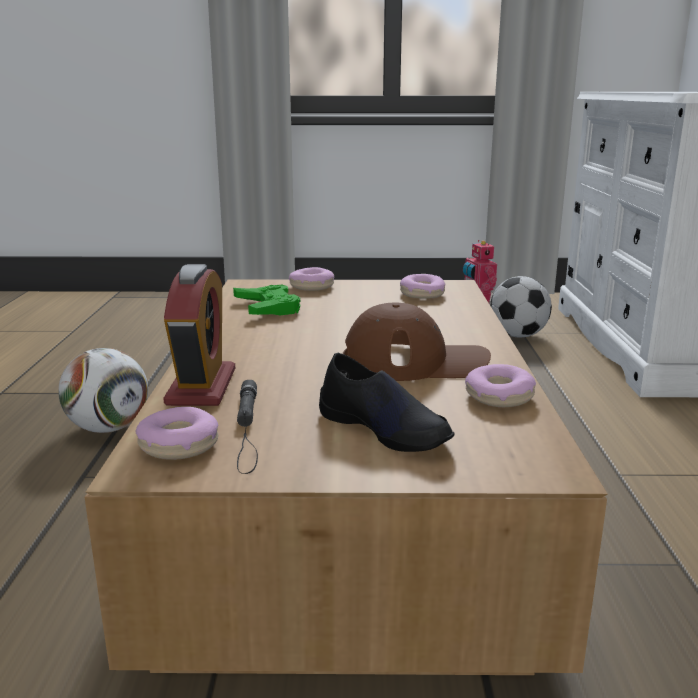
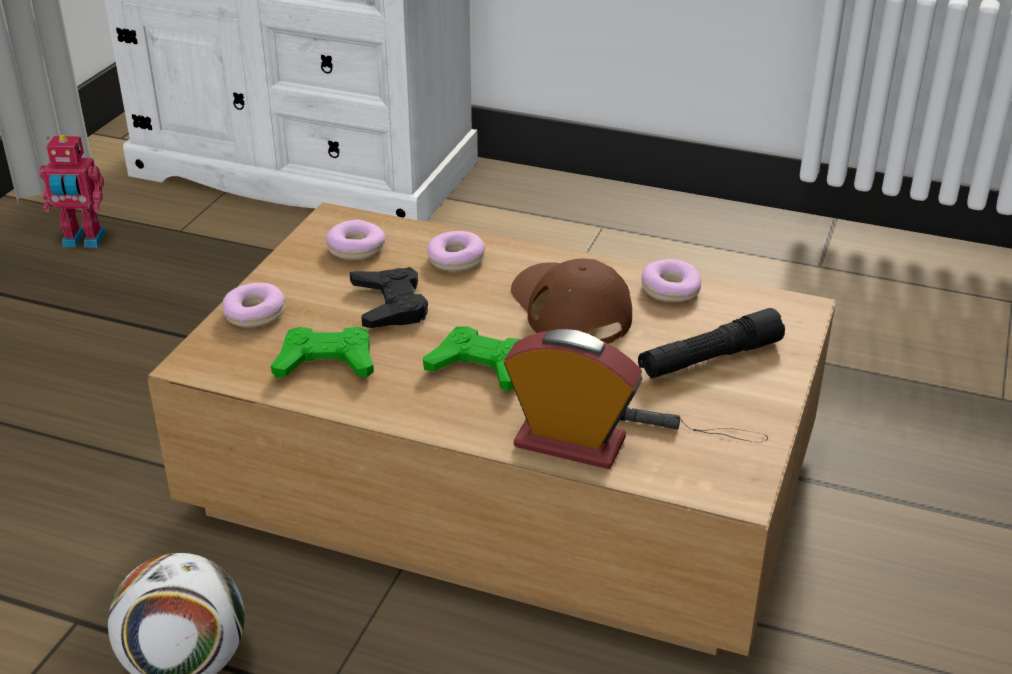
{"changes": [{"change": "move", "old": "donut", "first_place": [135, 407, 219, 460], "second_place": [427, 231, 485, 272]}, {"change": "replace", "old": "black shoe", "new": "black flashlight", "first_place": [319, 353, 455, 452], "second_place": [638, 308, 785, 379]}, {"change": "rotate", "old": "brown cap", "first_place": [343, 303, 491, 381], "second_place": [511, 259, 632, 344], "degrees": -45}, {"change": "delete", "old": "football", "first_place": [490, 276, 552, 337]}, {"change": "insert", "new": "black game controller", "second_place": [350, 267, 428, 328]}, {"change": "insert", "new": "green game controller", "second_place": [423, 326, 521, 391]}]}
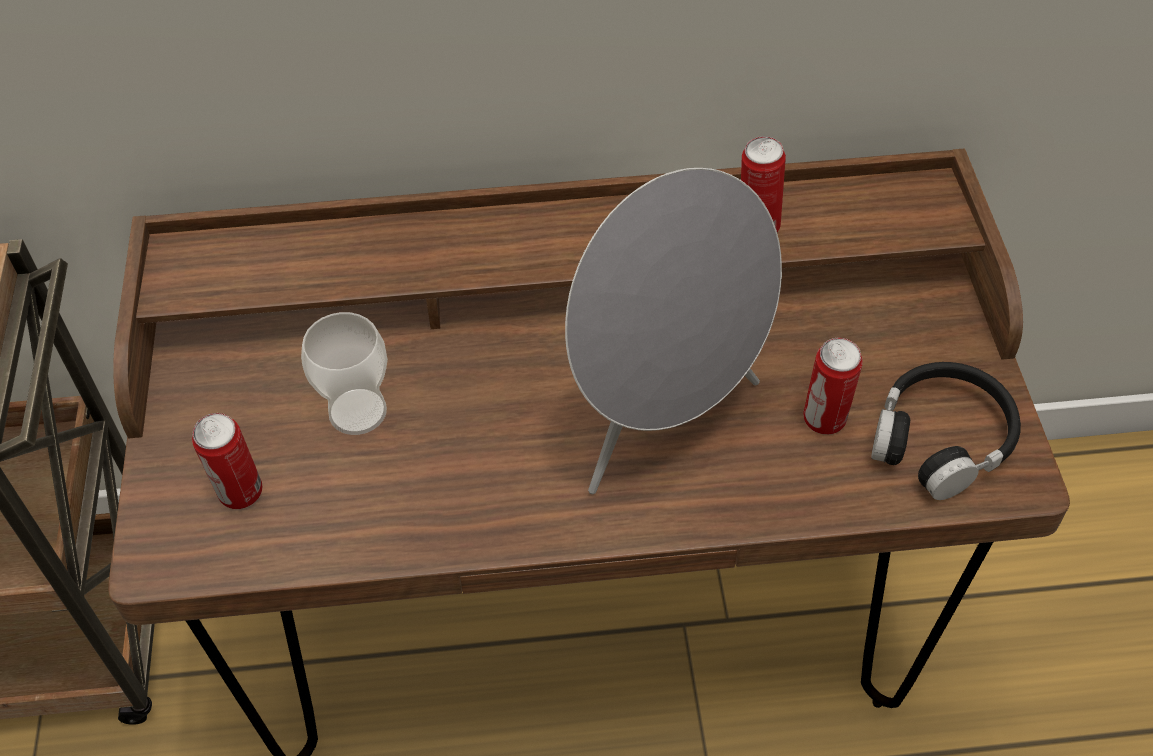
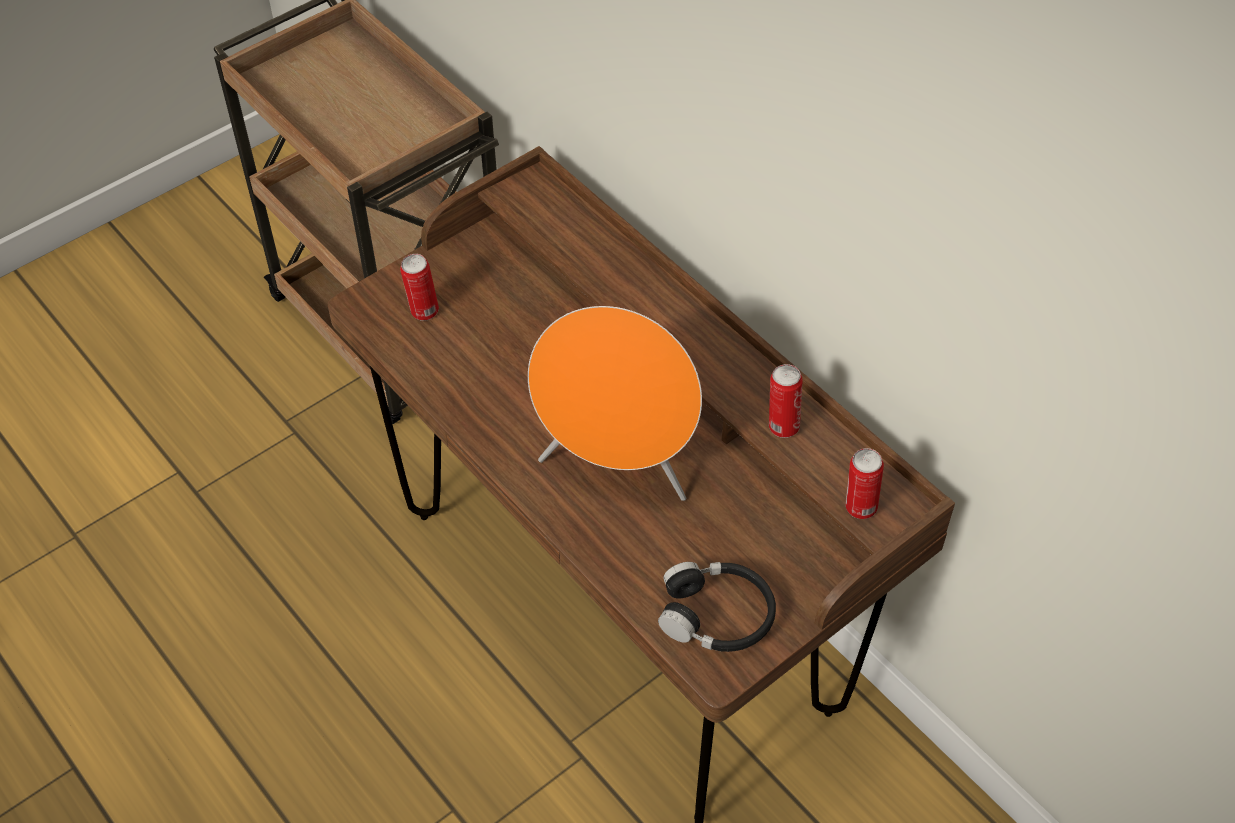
{"changes": [{"change": "delete", "old": "cup", "first_place": [301, 312, 388, 435]}, {"change": "recolor", "old": "grey speaker", "new": "orange speaker", "first_place": [565, 168, 782, 494], "second_place": [528, 306, 702, 501]}, {"change": "move", "old": "can", "first_place": [803, 338, 863, 435], "second_place": [846, 448, 884, 519]}]}
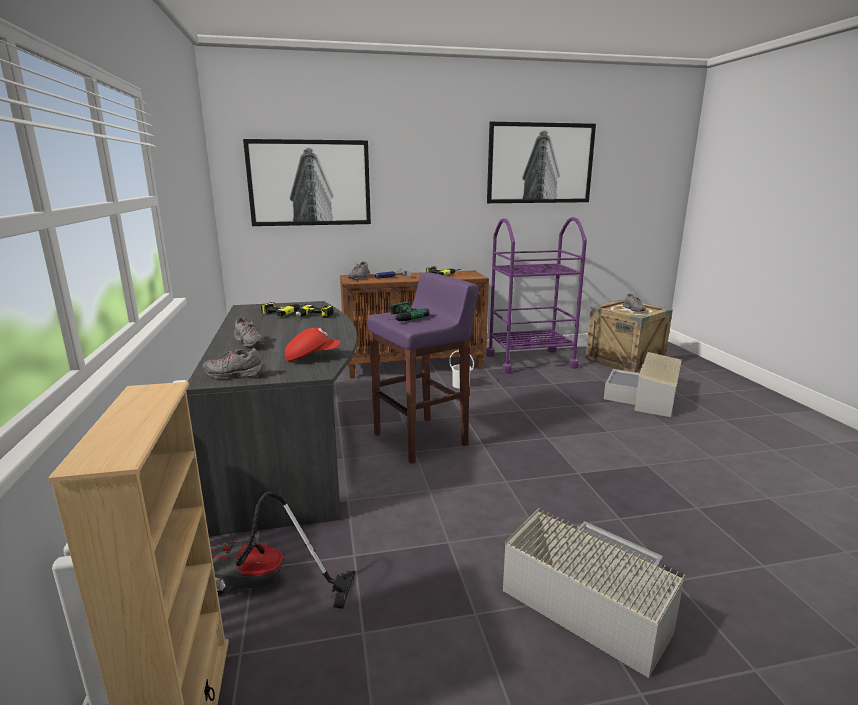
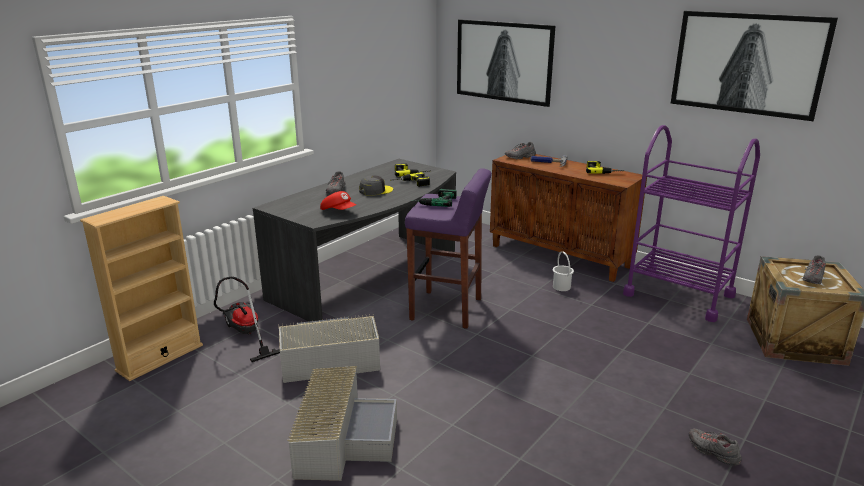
{"changes": [{"change": "move", "old": "grey shoe", "first_place": [203, 348, 266, 379], "second_place": [688, 429, 742, 466]}, {"change": "move", "old": "grey storage box", "first_place": [604, 352, 682, 417], "second_place": [279, 314, 380, 383]}, {"change": "insert", "new": "grey cap", "second_place": [359, 175, 393, 196]}]}
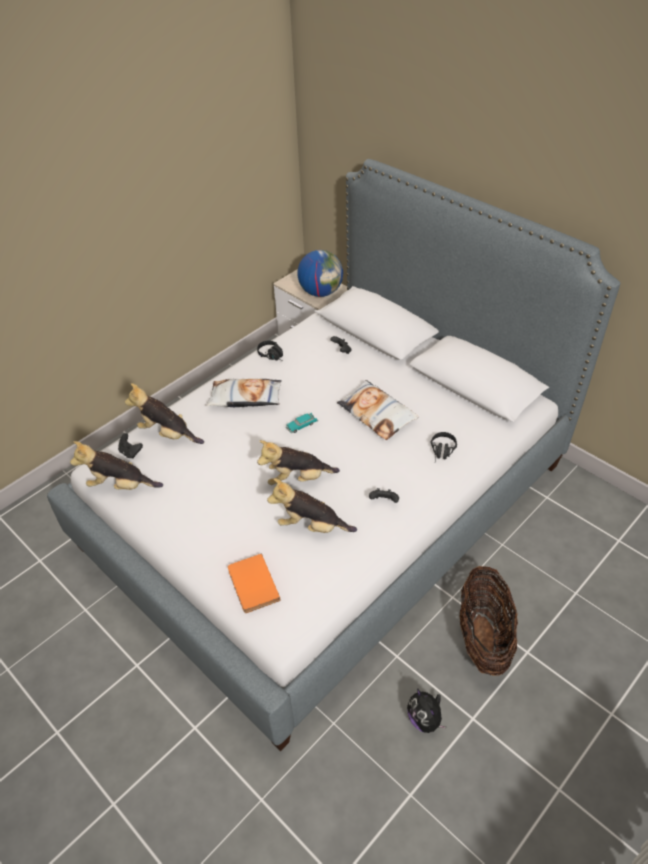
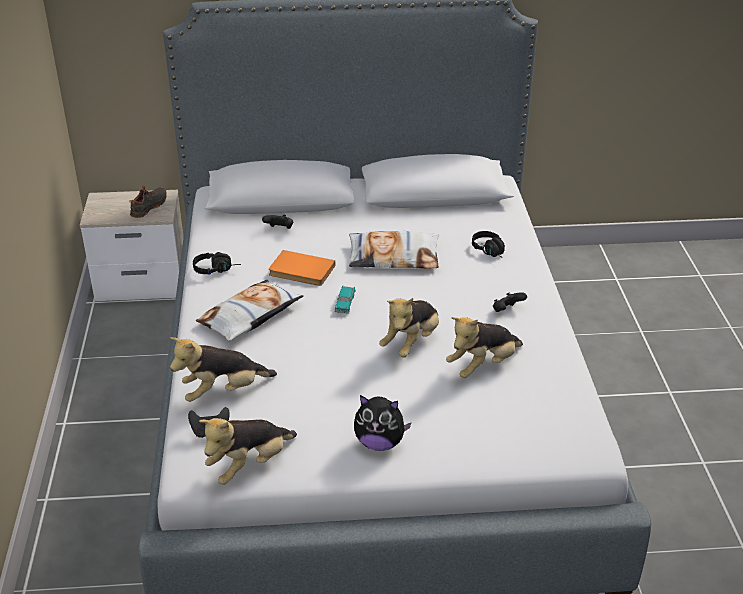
{"changes": [{"change": "move", "old": "orange book", "first_place": [228, 554, 281, 613], "second_place": [269, 250, 335, 286]}, {"change": "replace", "old": "globe", "new": "black shoe", "first_place": [297, 250, 343, 297], "second_place": [129, 185, 167, 218]}, {"change": "move", "old": "plush toy", "first_place": [407, 688, 447, 733], "second_place": [354, 395, 411, 451]}, {"change": "delete", "old": "basket", "first_place": [459, 566, 518, 676]}]}
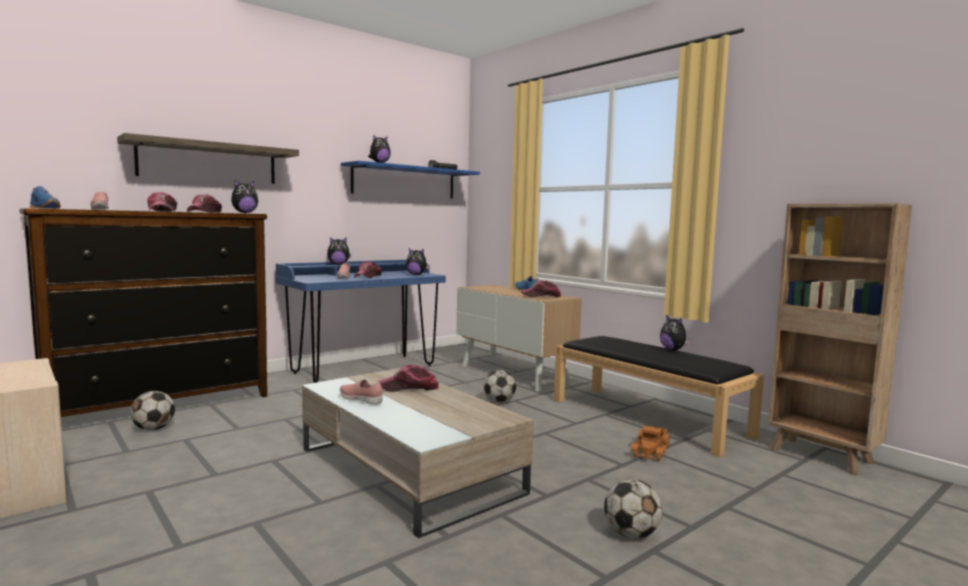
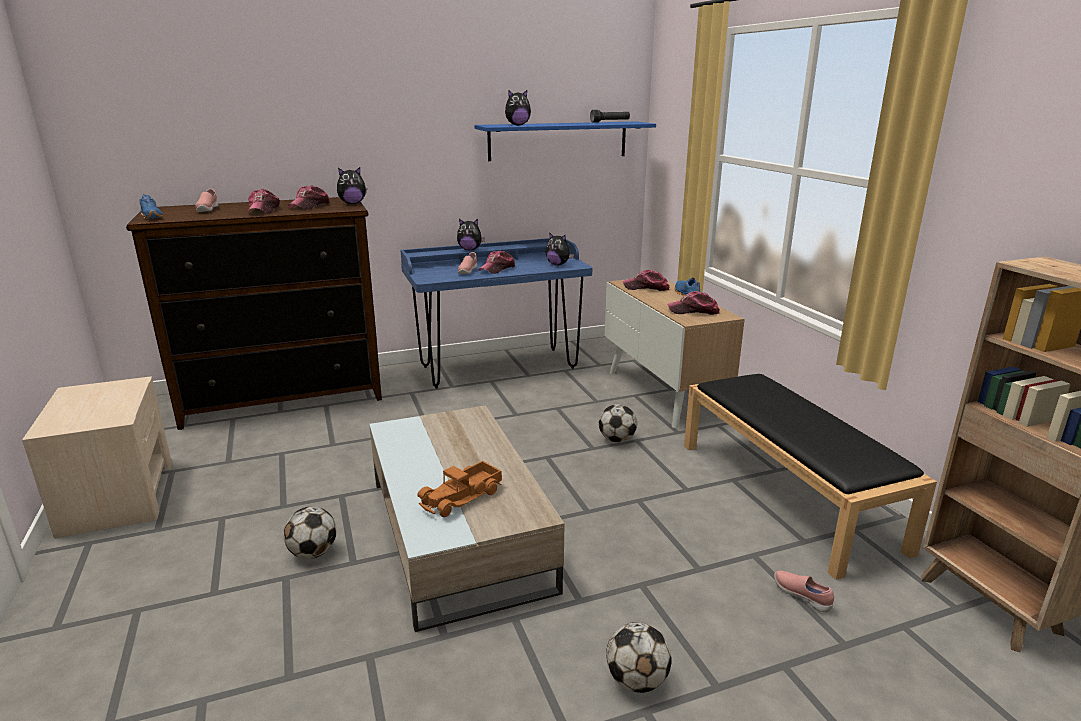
{"changes": [{"change": "delete", "old": "shelf", "first_place": [117, 133, 299, 184]}, {"change": "move", "old": "football", "first_place": [130, 391, 175, 430], "second_place": [283, 506, 337, 559]}, {"change": "move", "old": "pink shoe", "first_place": [340, 379, 383, 404], "second_place": [774, 571, 834, 613]}, {"change": "move", "old": "cap", "first_place": [379, 365, 439, 392], "second_place": [623, 270, 670, 291]}, {"change": "move", "old": "toy truck", "first_place": [631, 426, 670, 462], "second_place": [418, 461, 502, 517]}, {"change": "delete", "old": "plush toy", "first_place": [660, 315, 691, 351]}]}
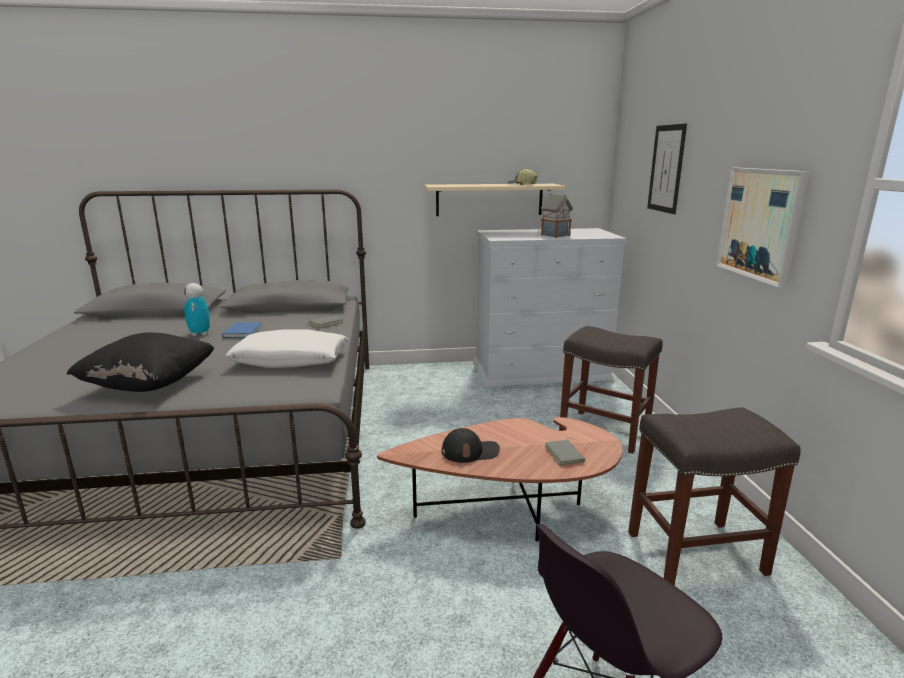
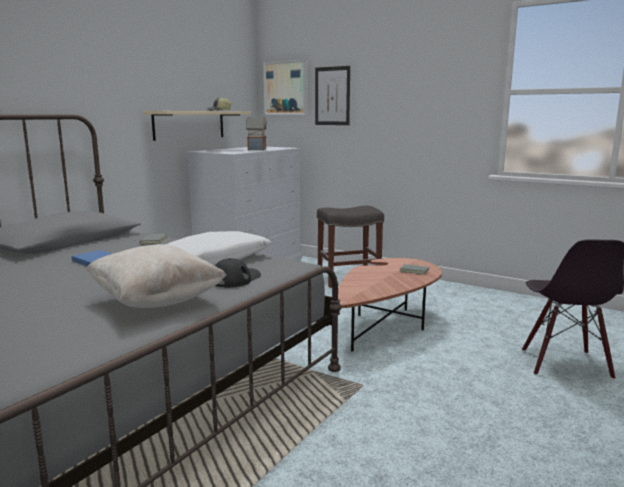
{"changes": [{"change": "recolor", "old": "black pillow", "new": "beige pillow", "first_place": [67, 332, 214, 392], "second_place": [86, 244, 227, 308]}, {"change": "delete", "old": "toy robot", "first_place": [184, 283, 210, 336]}, {"change": "move", "old": "black cap", "first_place": [442, 428, 500, 463], "second_place": [215, 258, 261, 288]}, {"change": "delete", "old": "grey stool", "first_place": [628, 407, 800, 586]}, {"change": "move", "old": "picture", "first_place": [716, 168, 809, 288], "second_place": [263, 60, 308, 115]}]}
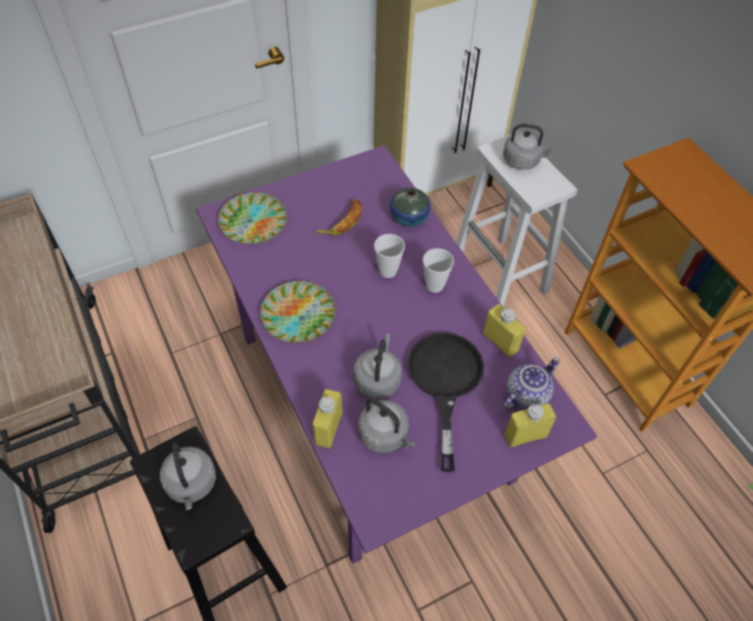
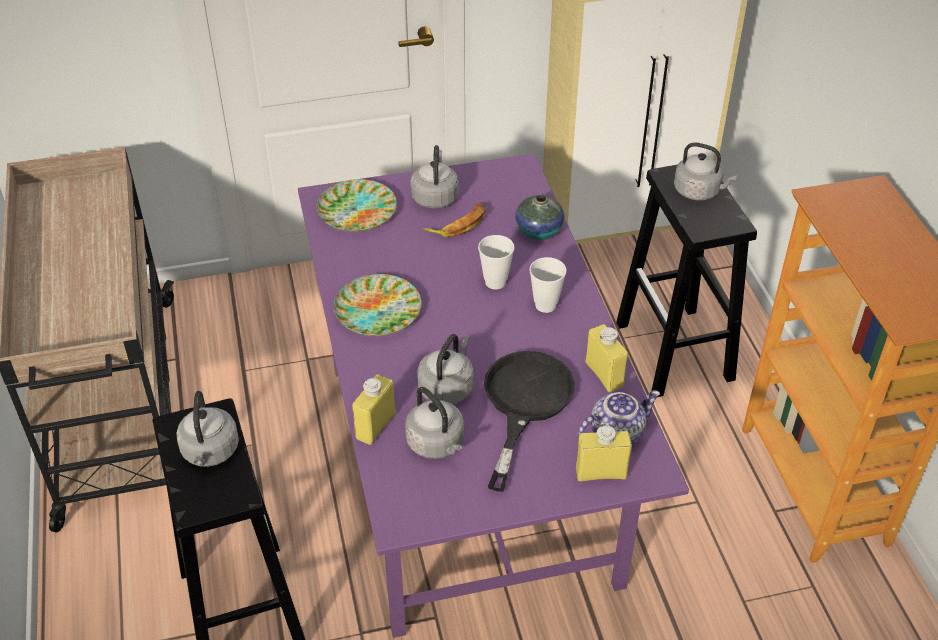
{"changes": [{"change": "recolor", "old": "white stool", "new": "black stool", "first_place": [456, 131, 577, 307], "second_place": [616, 165, 757, 397]}, {"change": "insert", "new": "grey kettle", "second_place": [411, 145, 459, 209]}]}
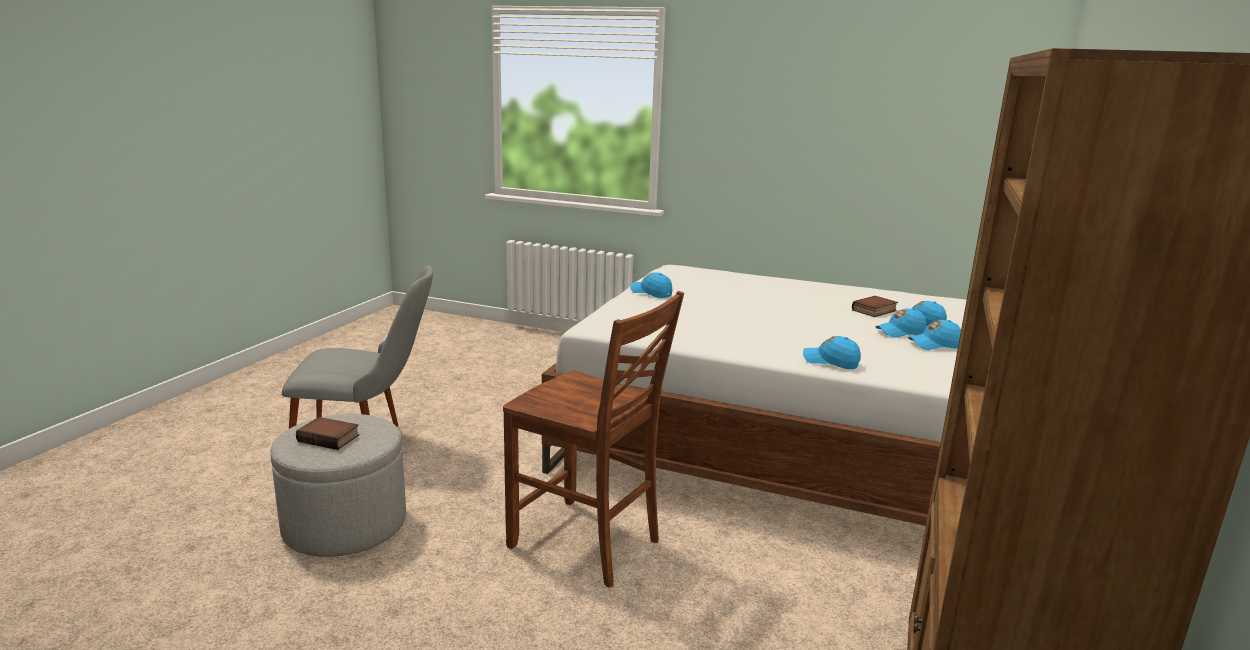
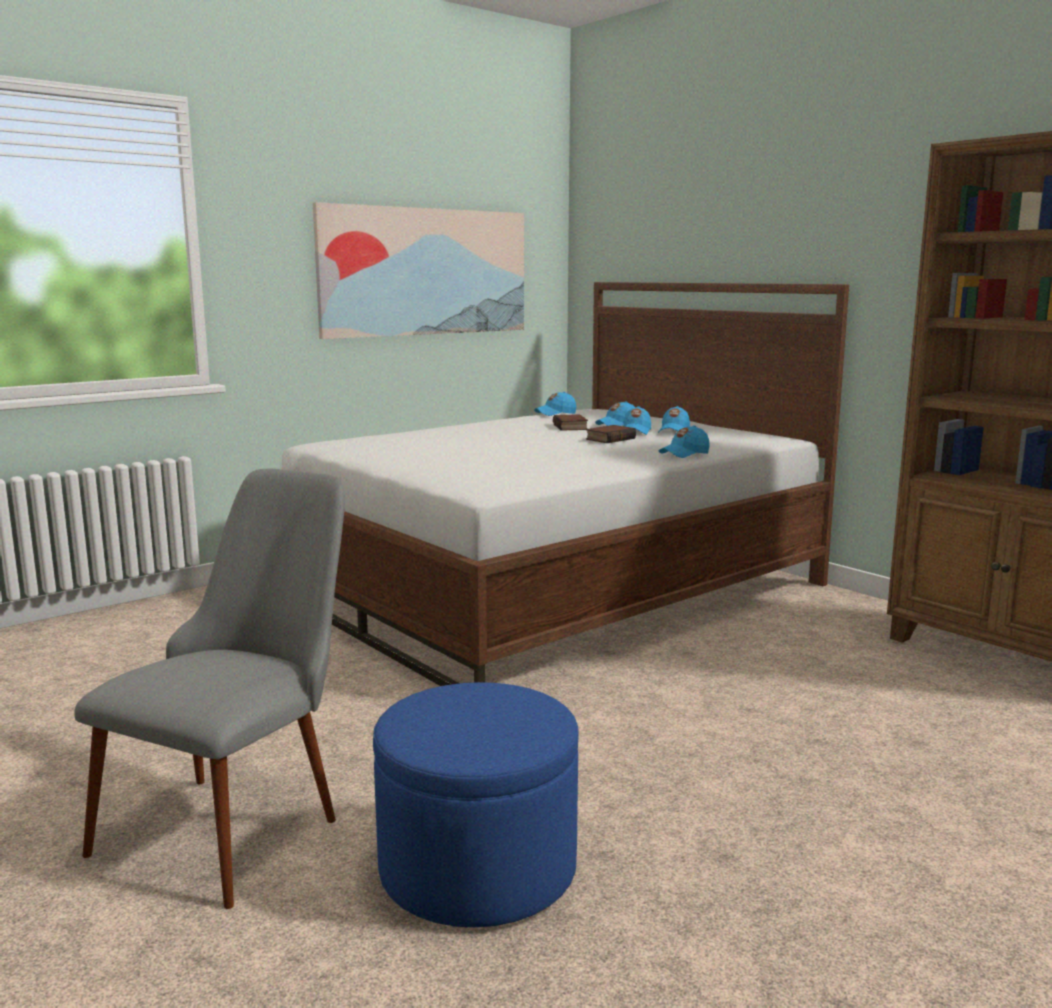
{"changes": [{"change": "recolor", "old": "grey ottoman", "new": "blue ottoman", "first_place": [270, 414, 406, 557], "second_place": [373, 682, 579, 928]}, {"change": "move", "old": "book", "first_place": [296, 417, 359, 450], "second_place": [586, 425, 636, 443]}, {"change": "delete", "old": "brown chair", "first_place": [503, 291, 684, 588]}, {"change": "move", "old": "blue cap", "first_place": [630, 272, 672, 298], "second_place": [534, 392, 576, 416]}, {"change": "insert", "new": "picture", "second_place": [313, 202, 524, 339]}]}
